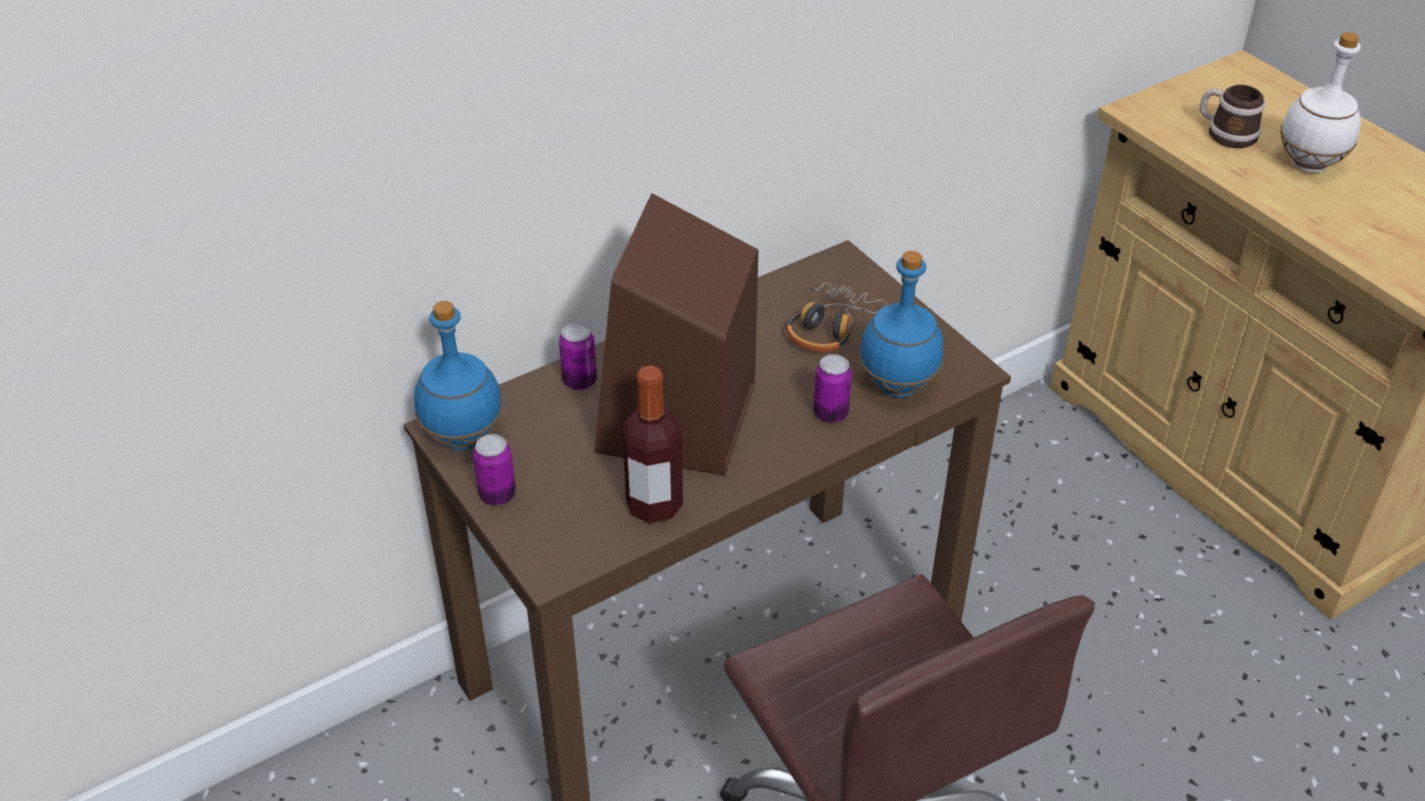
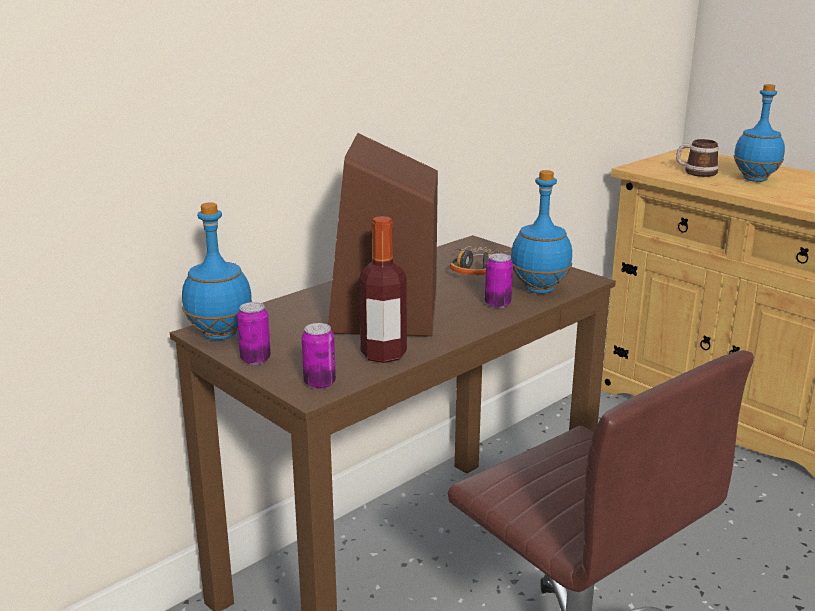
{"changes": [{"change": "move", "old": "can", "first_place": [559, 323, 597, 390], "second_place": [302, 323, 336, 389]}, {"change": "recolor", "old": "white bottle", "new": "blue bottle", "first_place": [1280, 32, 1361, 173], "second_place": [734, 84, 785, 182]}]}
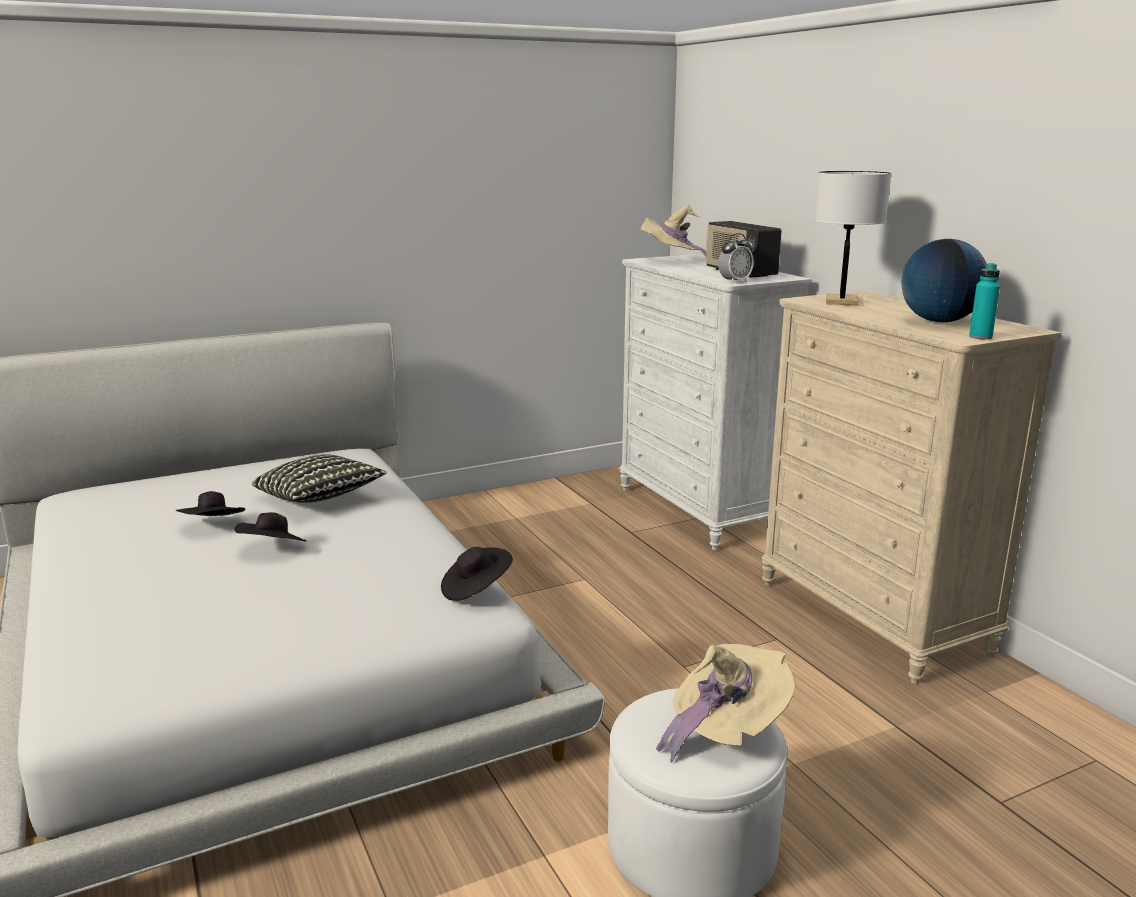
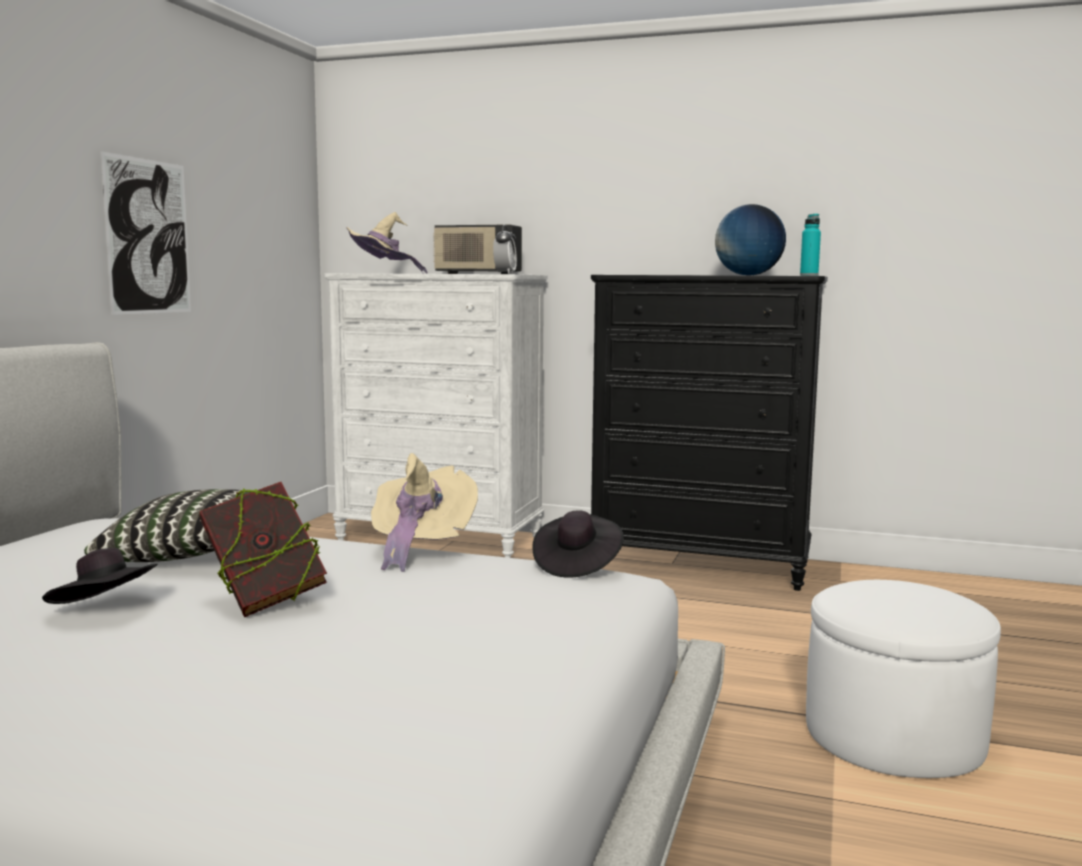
{"changes": [{"change": "replace", "old": "black hat", "new": "book", "first_place": [235, 512, 306, 541], "second_place": [199, 482, 327, 617]}, {"change": "move", "old": "beige hat", "first_place": [656, 644, 795, 763], "second_place": [371, 453, 478, 572]}, {"change": "recolor", "old": "beige dresser", "new": "black dresser", "first_place": [762, 290, 1062, 684], "second_place": [591, 275, 828, 591]}, {"change": "delete", "old": "white table lamp", "first_place": [814, 171, 892, 306]}, {"change": "insert", "new": "picture", "second_place": [100, 151, 191, 315]}]}
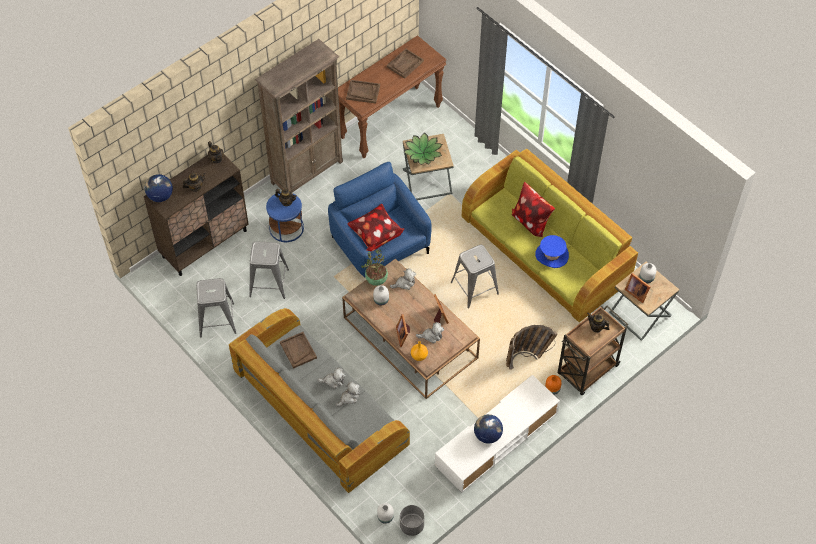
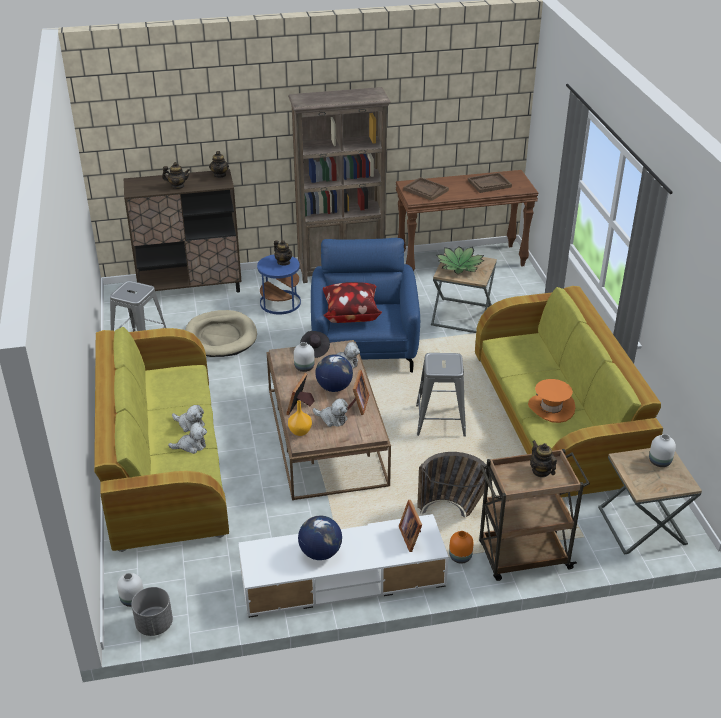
{"changes": [{"change": "move", "old": "globe", "first_place": [145, 174, 173, 202], "second_place": [315, 354, 353, 392]}, {"change": "recolor", "old": "grey sofa", "new": "green sofa", "first_place": [229, 308, 410, 493], "second_place": [94, 327, 229, 552]}, {"change": "replace", "old": "grey stool", "new": "beige dog bed", "first_place": [249, 241, 289, 299], "second_place": [185, 310, 257, 357]}, {"change": "delete", "old": "brown tray", "first_place": [280, 332, 317, 369]}, {"change": "replace", "old": "potted plant", "new": "black hat", "first_place": [361, 249, 388, 286], "second_place": [300, 331, 330, 358]}, {"change": "delete", "old": "pillow", "first_place": [512, 182, 555, 237]}, {"change": "recolor", "old": "blue hat", "new": "orange hat", "first_place": [535, 235, 569, 268], "second_place": [528, 379, 575, 423]}, {"change": "move", "old": "picture frame", "first_place": [625, 273, 651, 303], "second_place": [399, 500, 422, 552]}]}
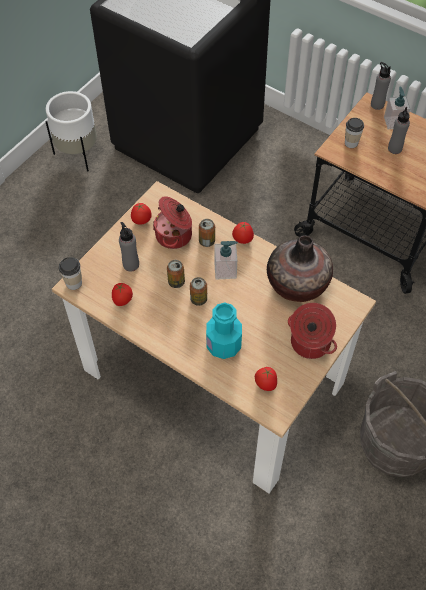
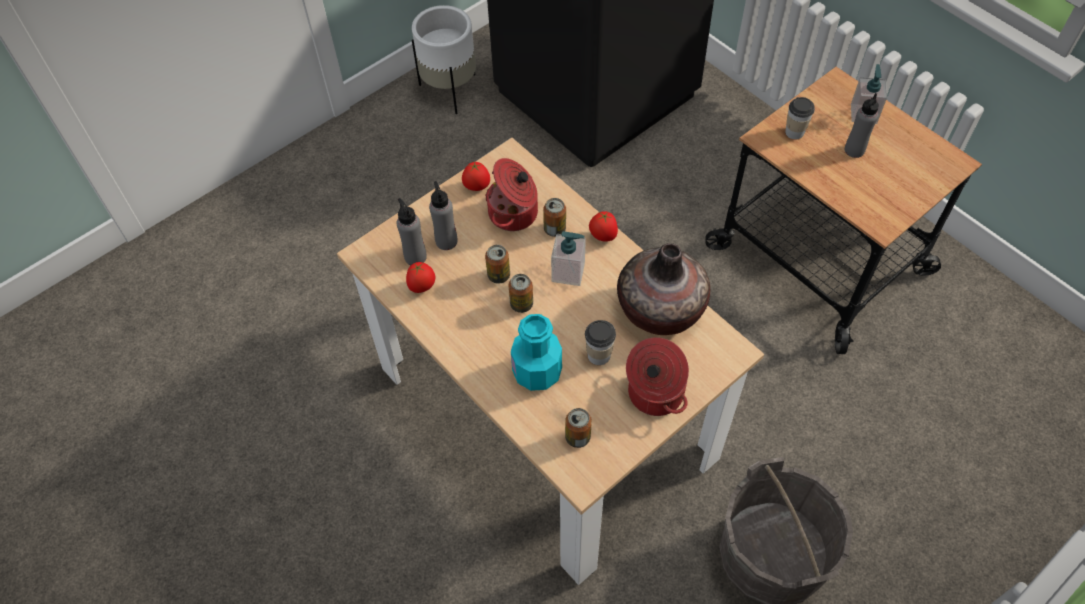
{"changes": [{"change": "move", "old": "cup", "first_place": [59, 257, 82, 290], "second_place": [585, 320, 616, 365]}, {"change": "replace", "old": "tomato", "new": "can", "first_place": [255, 367, 277, 391], "second_place": [565, 408, 592, 448]}, {"change": "move", "old": "grey bottle", "first_place": [371, 62, 391, 110], "second_place": [397, 198, 427, 265]}]}
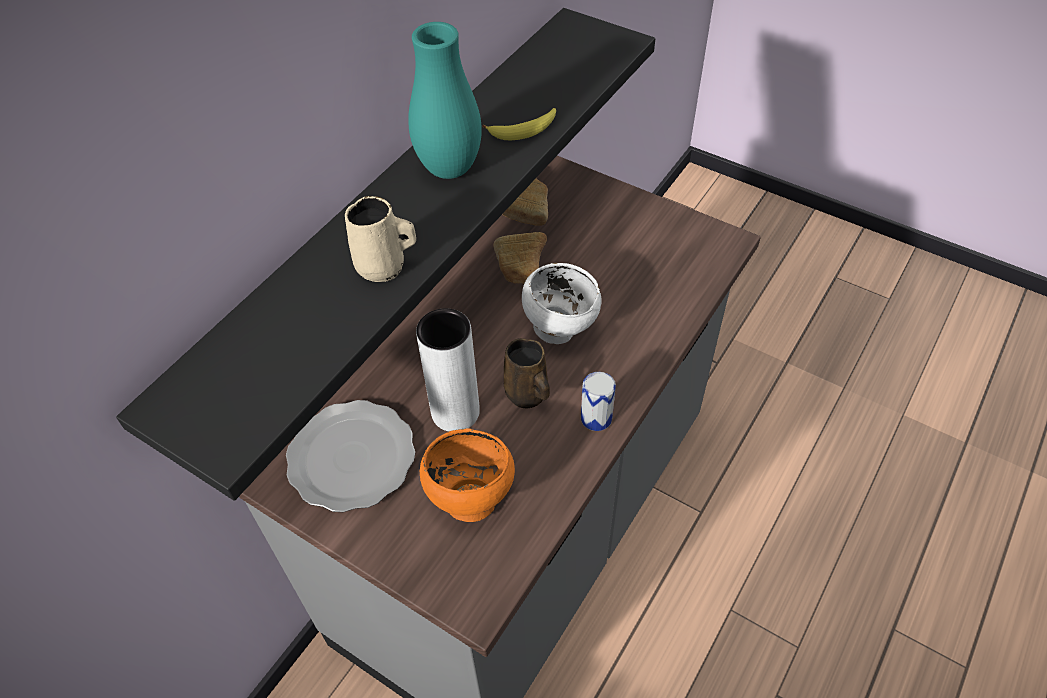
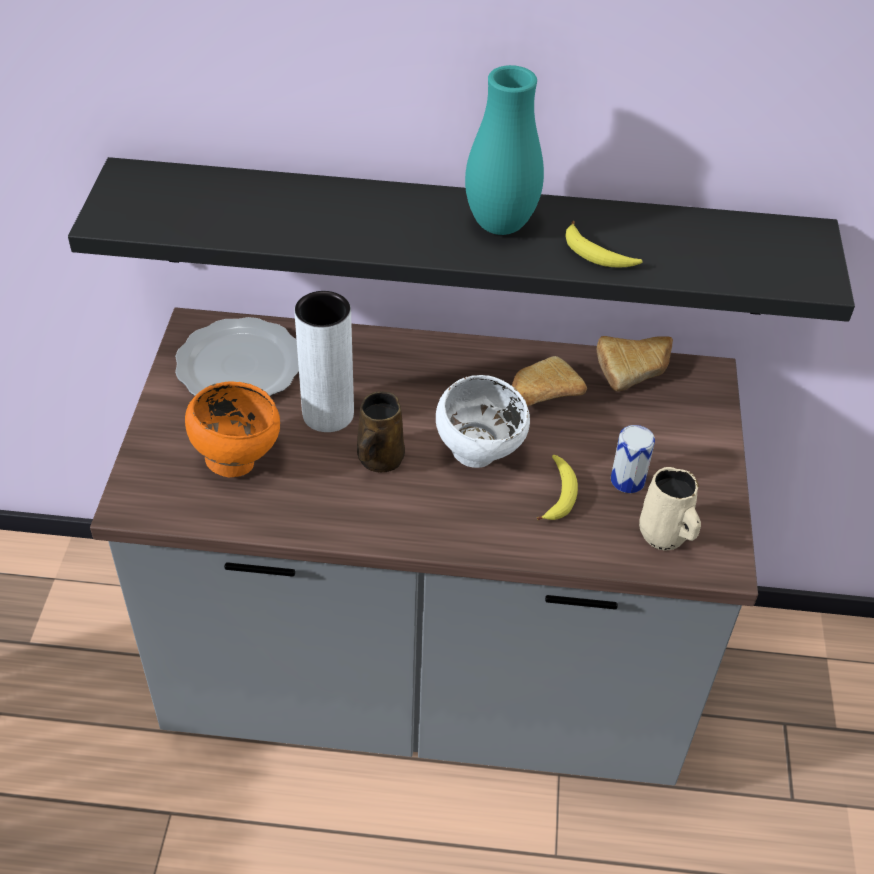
{"changes": [{"change": "move", "old": "beige mug", "first_place": [345, 196, 416, 282], "second_place": [639, 467, 701, 551]}, {"change": "move", "old": "can", "first_place": [581, 372, 616, 431], "second_place": [611, 425, 655, 493]}, {"change": "insert", "new": "banana", "second_place": [537, 455, 578, 520]}]}
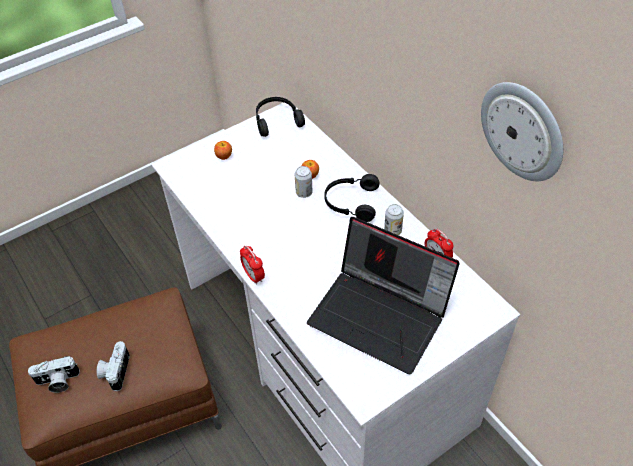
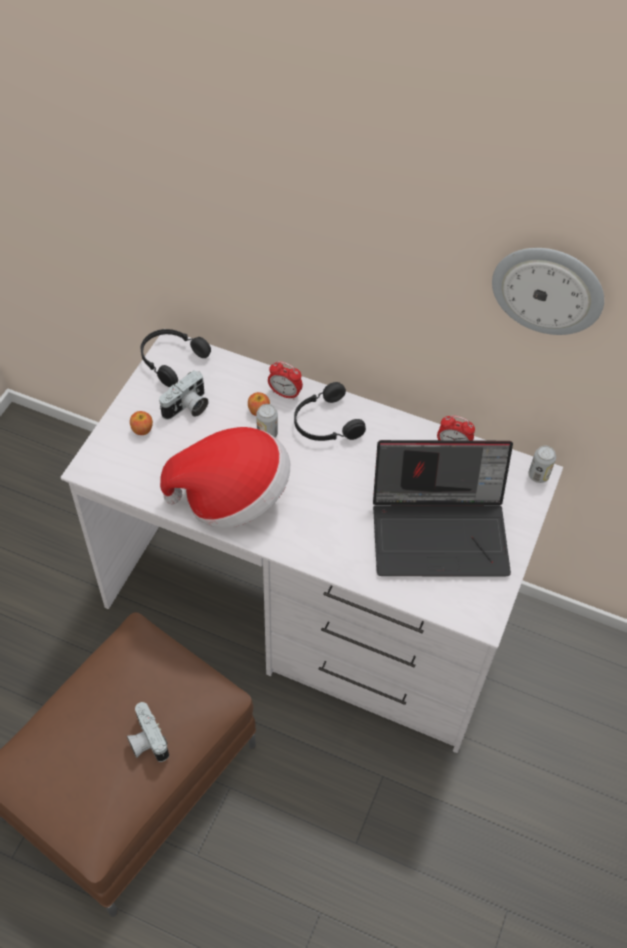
{"changes": [{"change": "move", "old": "photo camera", "first_place": [28, 356, 80, 393], "second_place": [159, 370, 209, 420]}, {"change": "move", "old": "alarm clock", "first_place": [240, 245, 265, 285], "second_place": [268, 361, 303, 400]}, {"change": "move", "old": "can", "first_place": [384, 204, 404, 235], "second_place": [529, 446, 556, 483]}, {"change": "insert", "new": "hat", "second_place": [160, 427, 290, 528]}]}
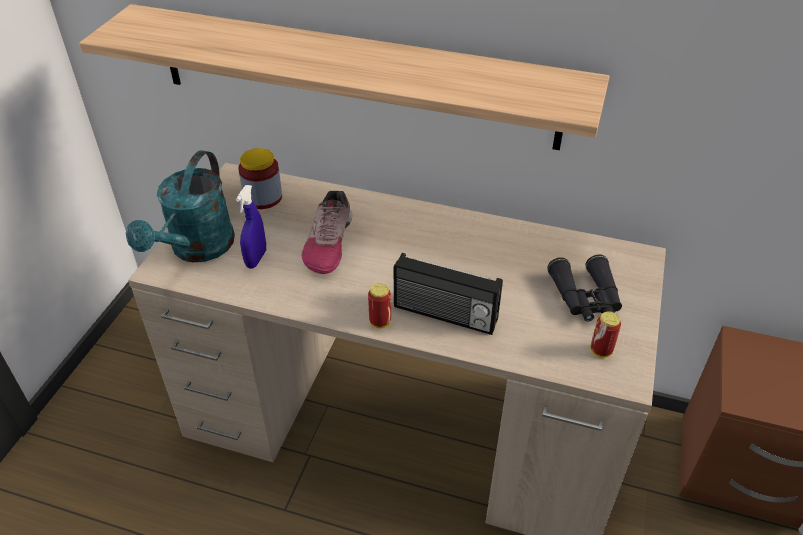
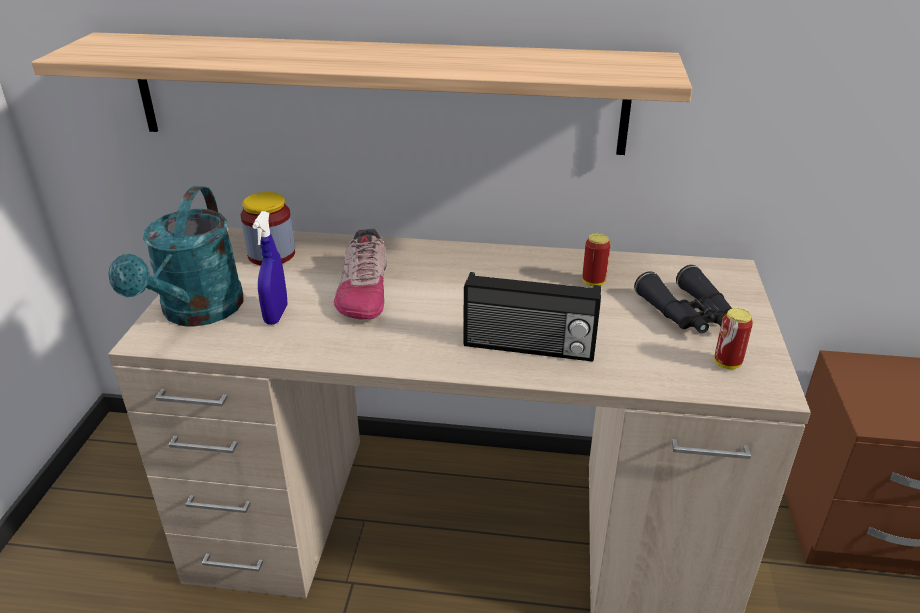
{"changes": [{"change": "move", "old": "can", "first_place": [368, 283, 391, 328], "second_place": [582, 233, 611, 286]}]}
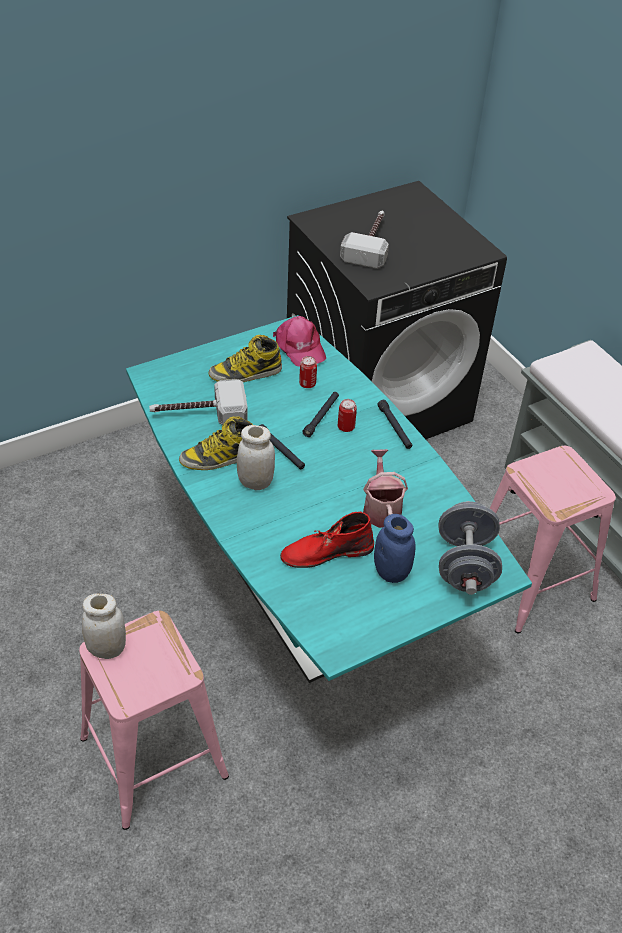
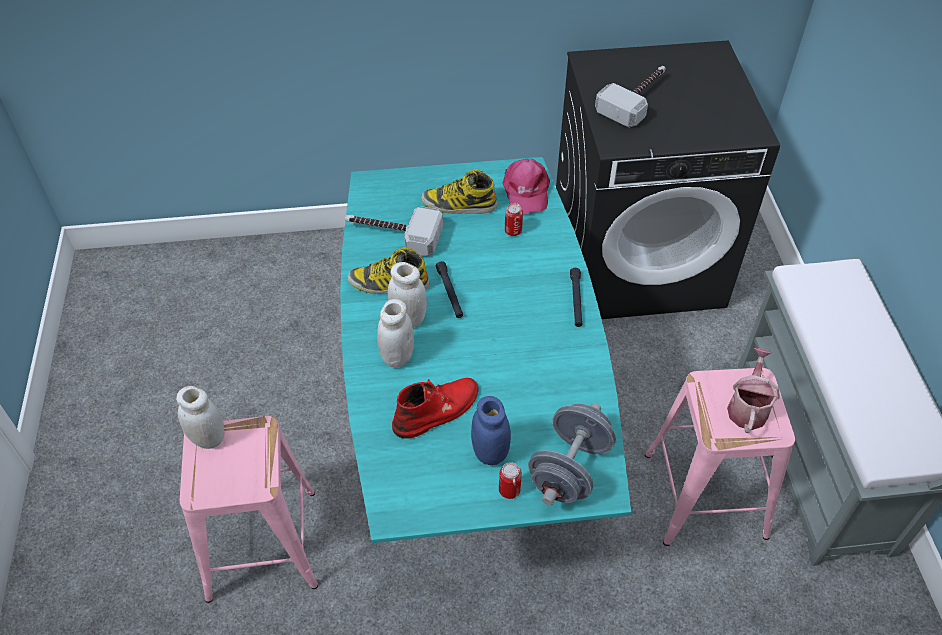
{"changes": [{"change": "rotate", "old": "red boot", "first_place": [280, 512, 374, 568], "second_place": [392, 378, 479, 438], "degrees": 135}, {"change": "delete", "old": "black flashlight", "first_place": [302, 392, 339, 437]}, {"change": "move", "old": "can", "first_place": [338, 399, 357, 432], "second_place": [499, 462, 522, 499]}, {"change": "move", "old": "watering can", "first_place": [363, 449, 408, 528], "second_place": [727, 348, 780, 433]}, {"change": "insert", "new": "white jar", "second_place": [377, 299, 414, 368]}]}
